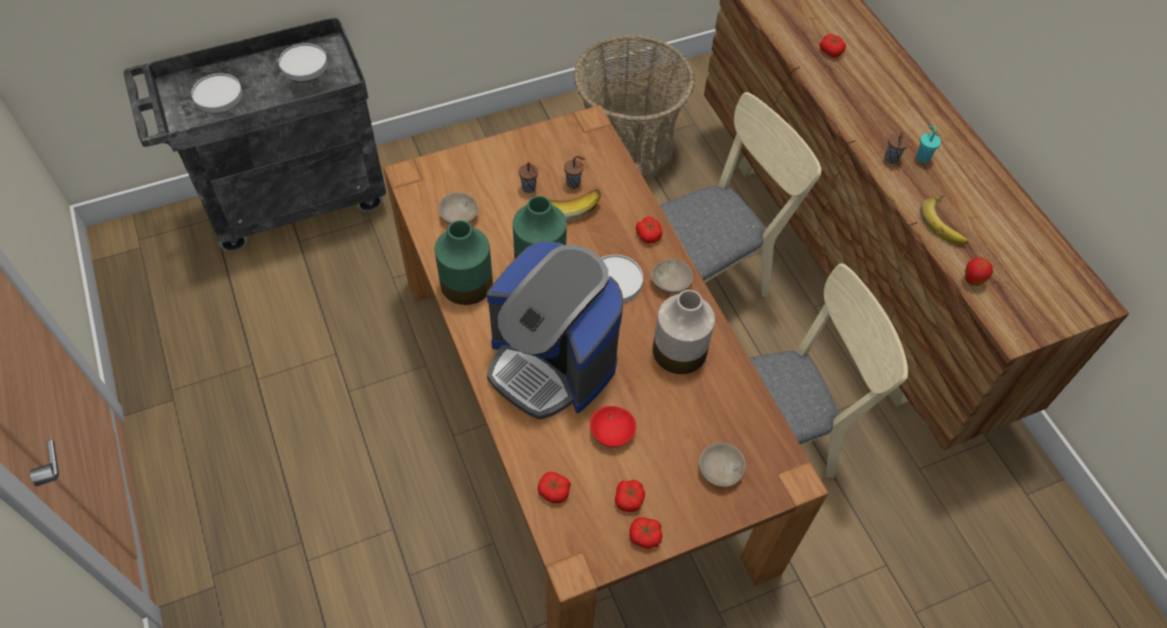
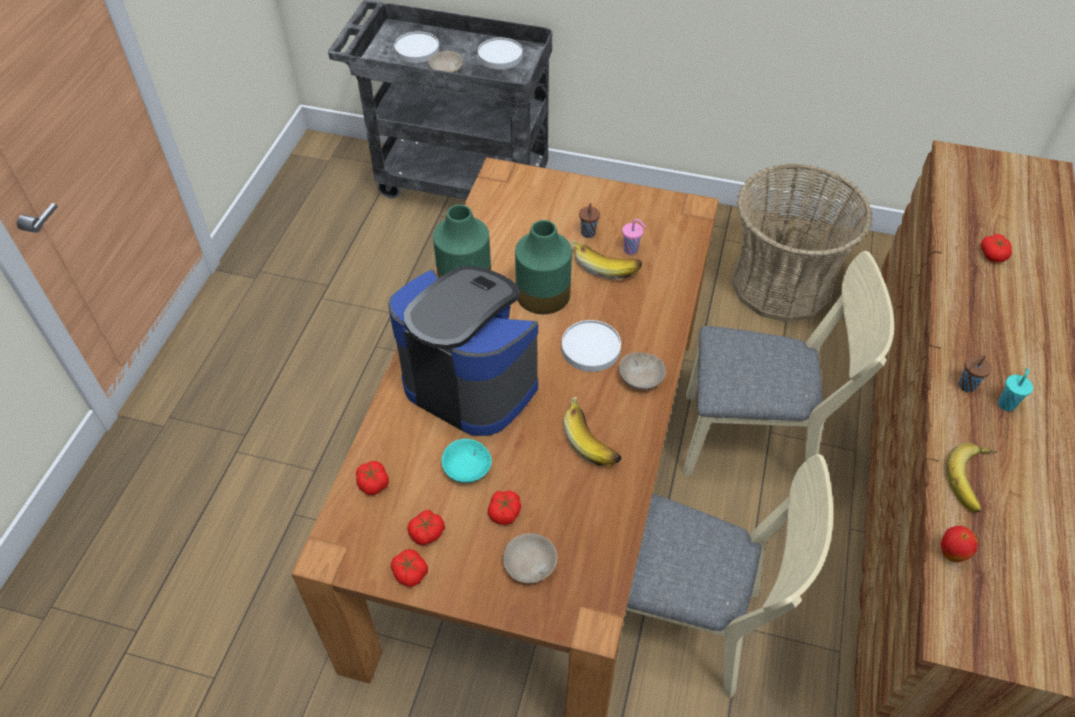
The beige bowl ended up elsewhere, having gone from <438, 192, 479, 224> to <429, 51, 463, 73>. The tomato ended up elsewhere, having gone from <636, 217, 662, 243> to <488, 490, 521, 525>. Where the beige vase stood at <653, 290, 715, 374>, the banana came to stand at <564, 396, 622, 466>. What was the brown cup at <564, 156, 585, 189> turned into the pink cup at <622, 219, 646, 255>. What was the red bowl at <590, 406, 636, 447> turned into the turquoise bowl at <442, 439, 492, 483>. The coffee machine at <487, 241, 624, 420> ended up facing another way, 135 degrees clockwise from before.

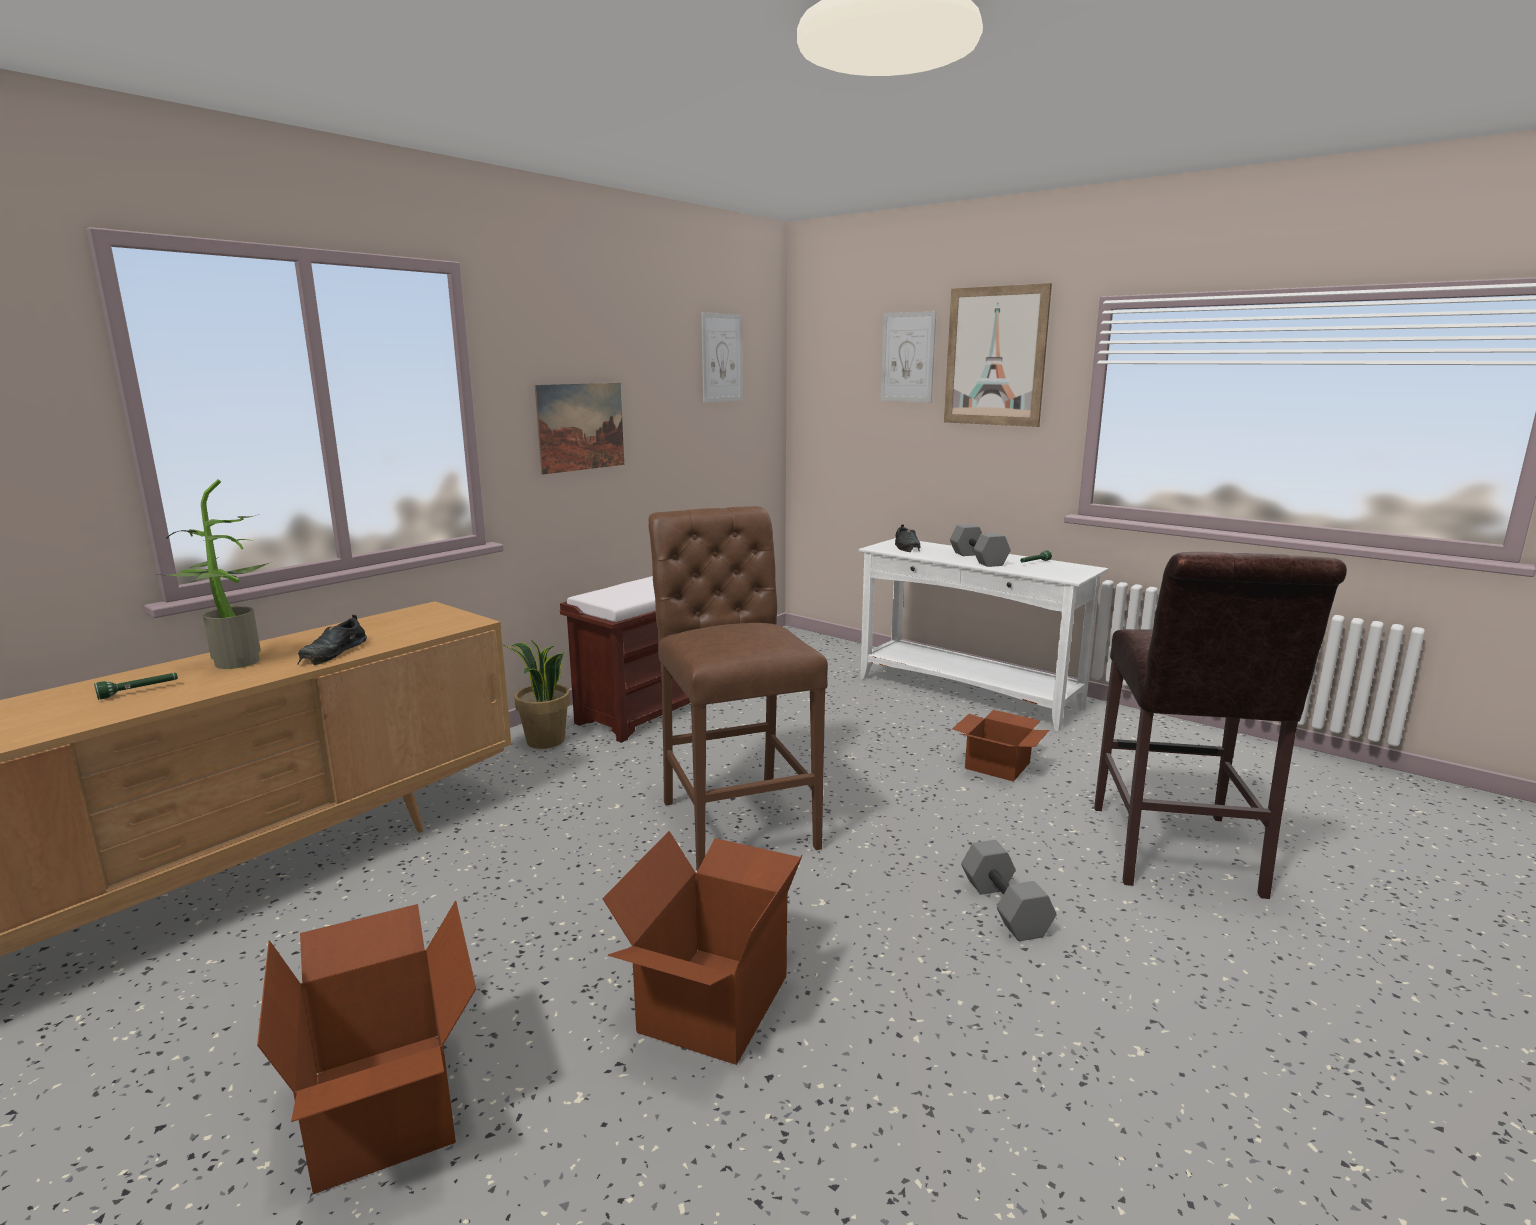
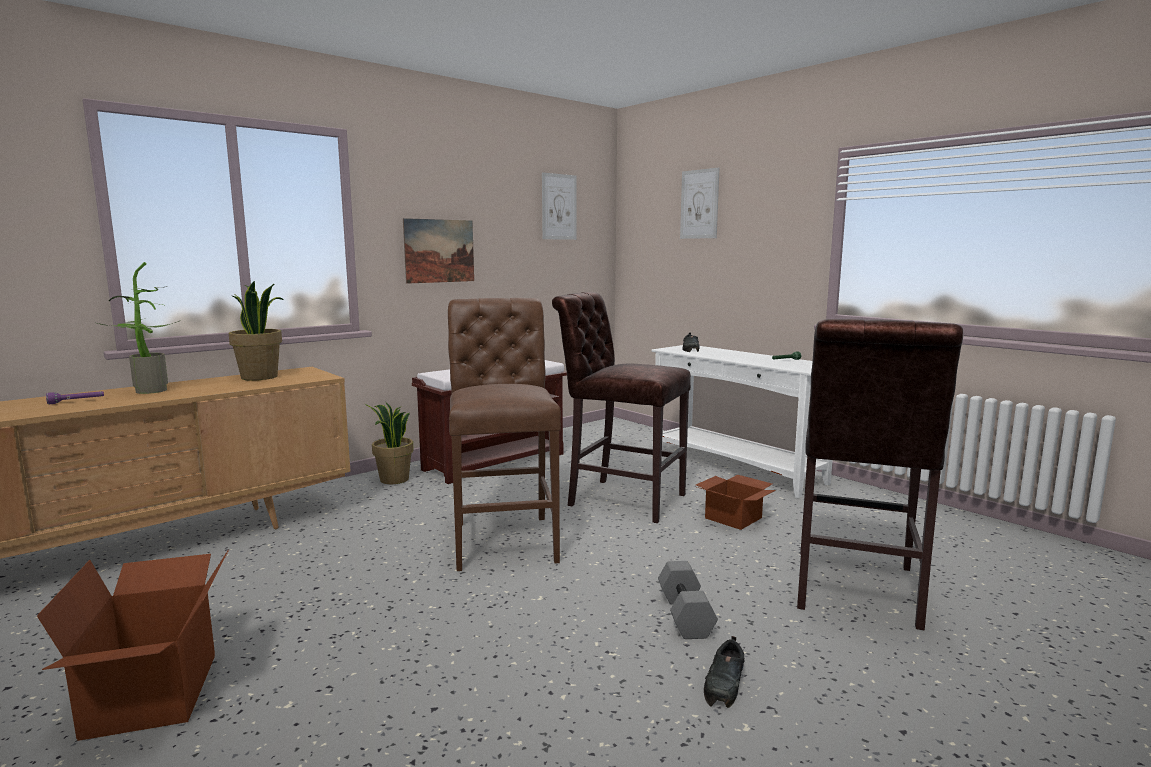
The second view lost the cardboard box at <602, 831, 802, 1065>. The second view lost the picture at <944, 283, 1052, 427>. The second view lost the grey dumbbell at <950, 524, 1011, 567>. The second view gained the potted plant at <229, 281, 283, 381>. The second view gained the brown stool at <552, 292, 691, 523>. The black shoe ended up elsewhere, having gone from <298, 614, 367, 665> to <704, 636, 745, 708>. What was the green flashlight at <94, 673, 178, 700> turned into the purple flashlight at <46, 391, 104, 404>.

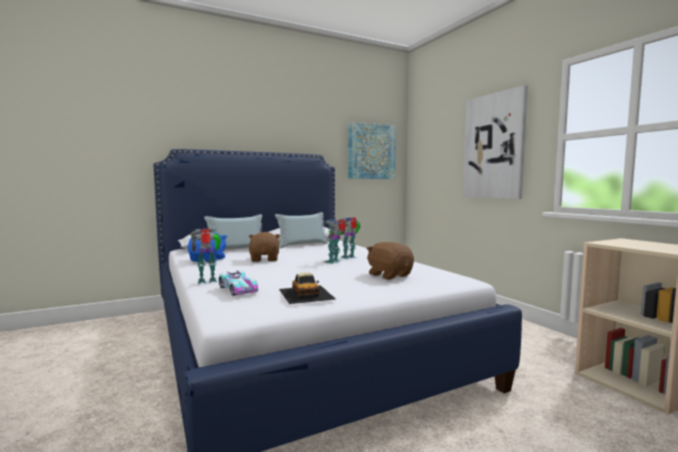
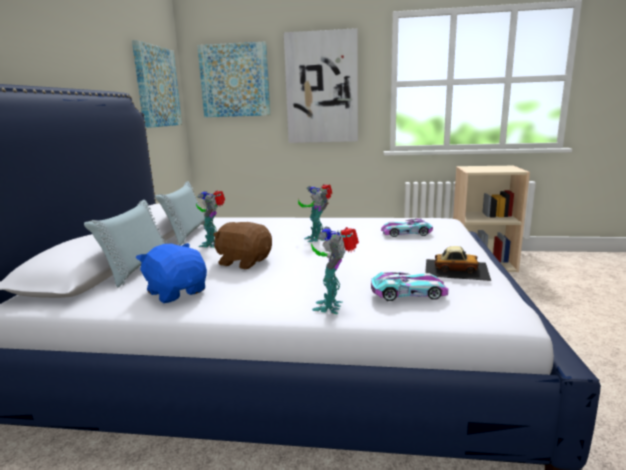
The second view gained the picture at <197, 42, 270, 117>. The toy robot ended up elsewhere, having gone from <341, 217, 361, 259> to <196, 190, 225, 248>. Where the brown plush toy stood at <366, 242, 414, 280>, the toy car came to stand at <381, 219, 433, 237>.

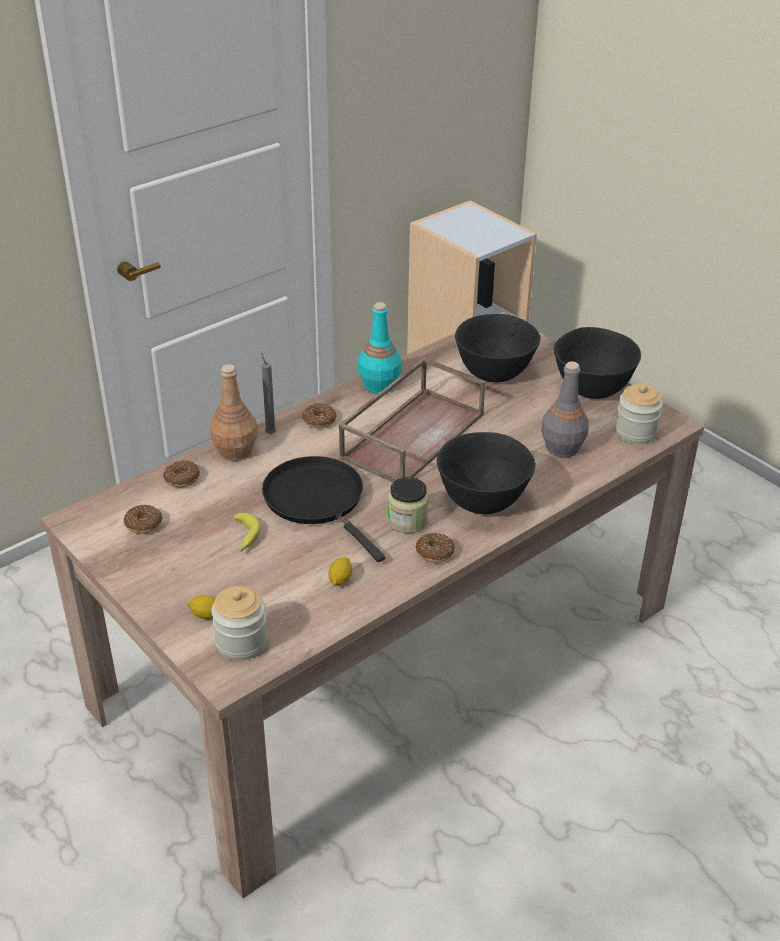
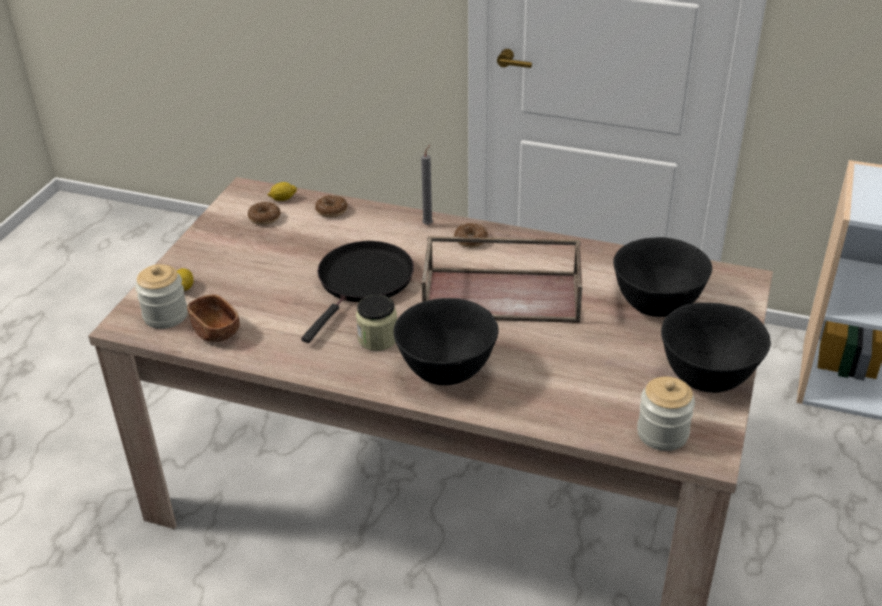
The second view lost the brown bottle at <210, 364, 258, 461>. The second view lost the banana at <233, 513, 261, 552>. The second view lost the turquoise bottle at <358, 302, 402, 394>. The second view lost the donut at <416, 532, 455, 563>. The second view lost the grey bottle at <541, 361, 589, 458>. The second view gained the brown bowl at <187, 294, 240, 342>. The lemon ended up elsewhere, having gone from <328, 557, 352, 586> to <268, 182, 297, 201>.

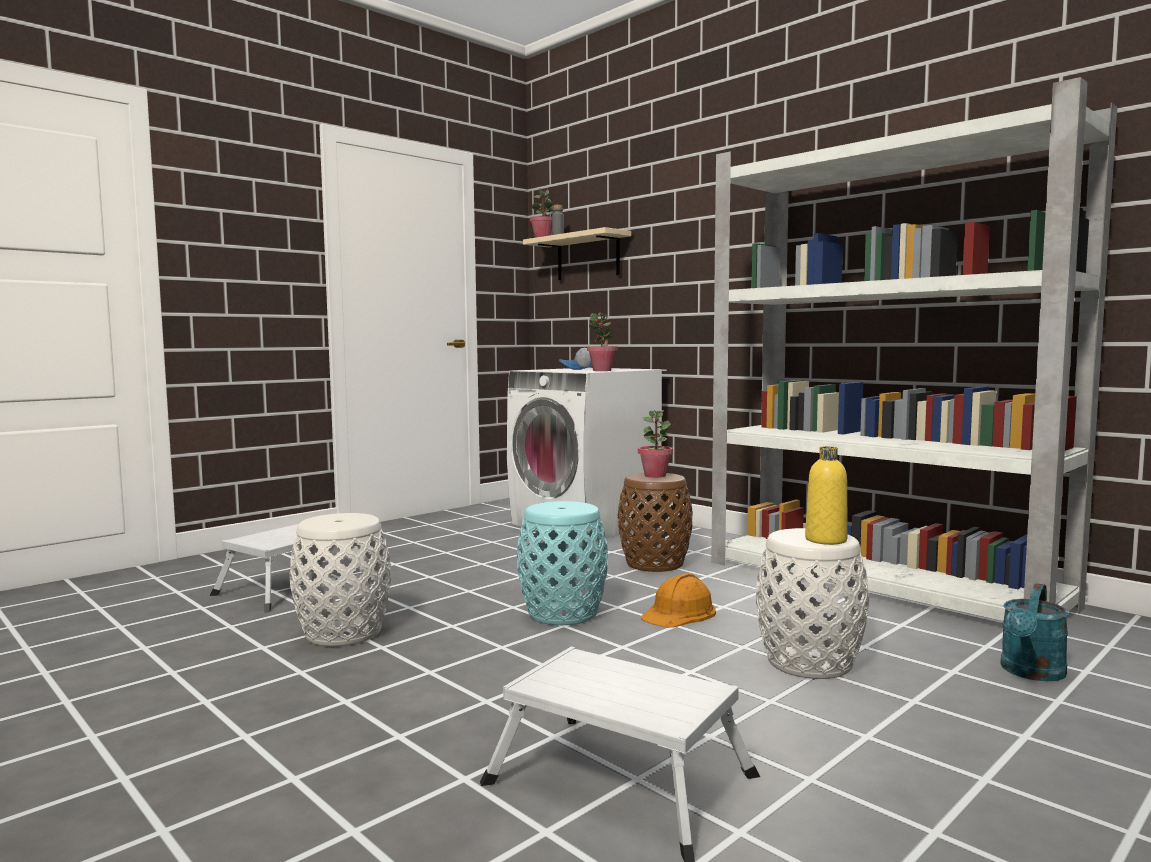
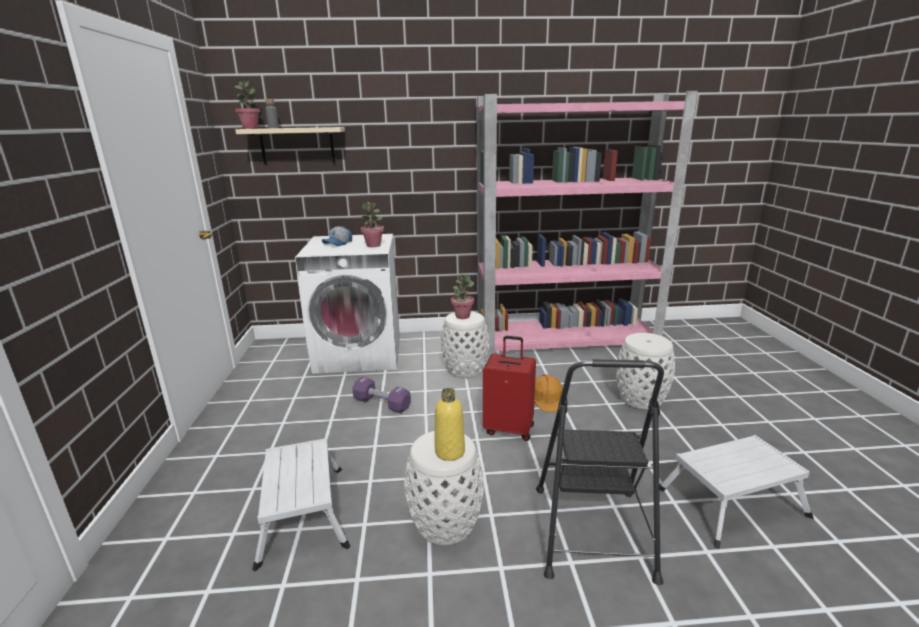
The second view lost the turquoise watering can at <1000, 583, 1069, 681>. The second view gained the purple dumbbell at <353, 376, 411, 413>. The second view gained the black step ladder at <536, 359, 664, 585>. The yellow bottle ended up elsewhere, having gone from <805, 446, 848, 545> to <435, 388, 465, 461>. Where the turquoise stool stood at <517, 501, 608, 625>, the red suitcase came to stand at <483, 336, 536, 441>. What was the brown stool at <618, 473, 693, 572> turned into the white stool at <441, 311, 489, 378>. What was the white bookcase at <711, 77, 1117, 621> turned into the pink bookcase at <477, 91, 698, 356>.

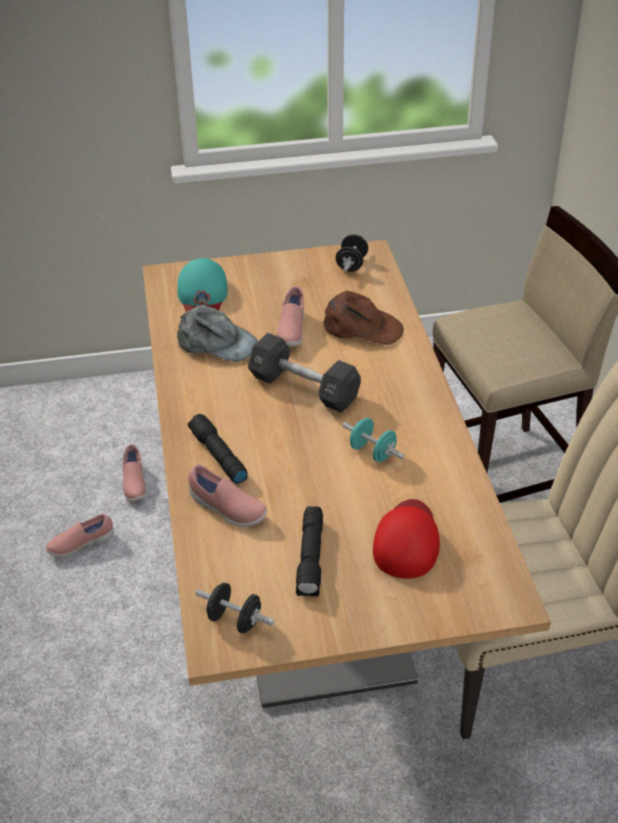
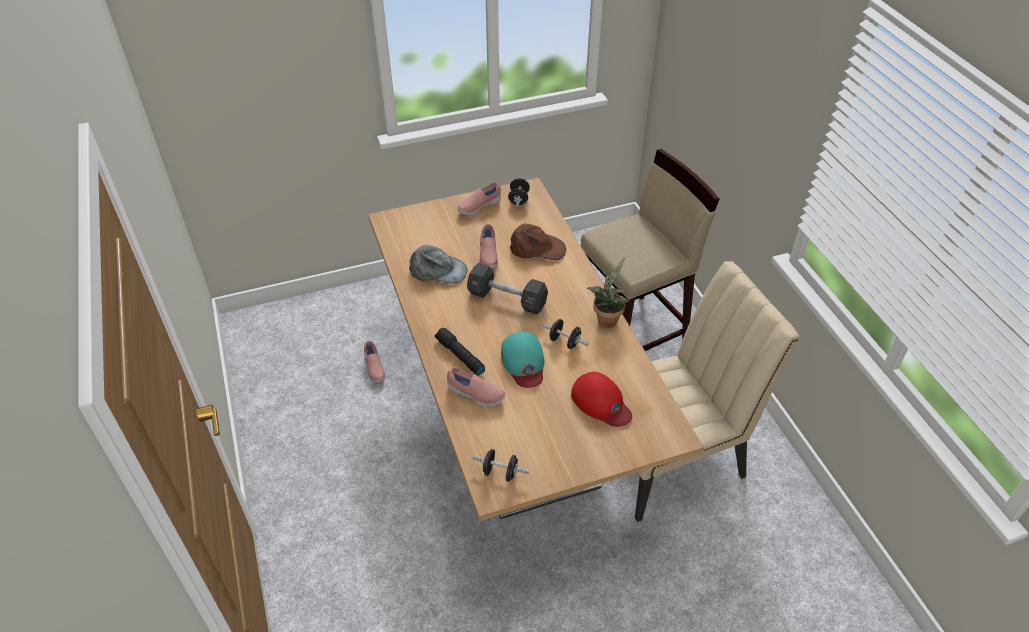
The second view lost the black flashlight at <296, 506, 323, 597>. The second view gained the potted plant at <587, 257, 629, 328>. The pink shoe ended up elsewhere, having gone from <45, 514, 114, 558> to <457, 182, 501, 215>. The turquoise cap ended up elsewhere, having gone from <177, 258, 228, 312> to <501, 331, 544, 388>. What was the turquoise dumbbell at <342, 418, 404, 462> turned into the black dumbbell at <542, 319, 588, 349>. The red cap at <373, 499, 440, 579> ended up facing another way, 135 degrees clockwise from before.

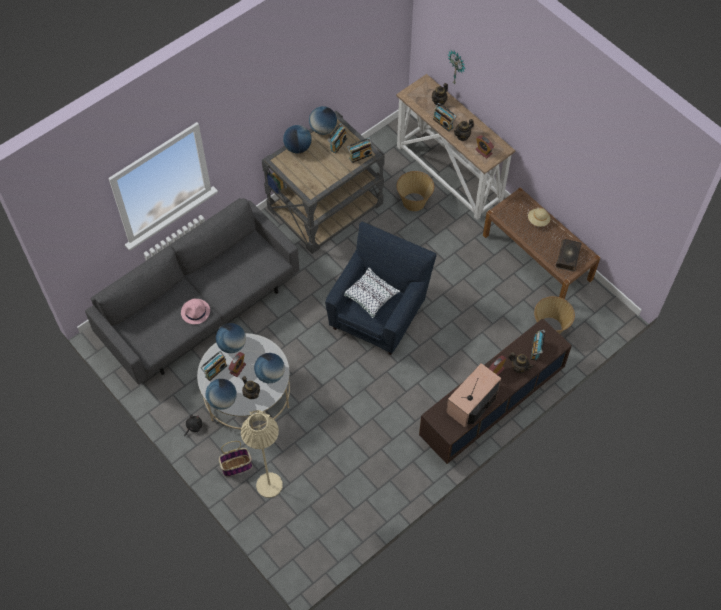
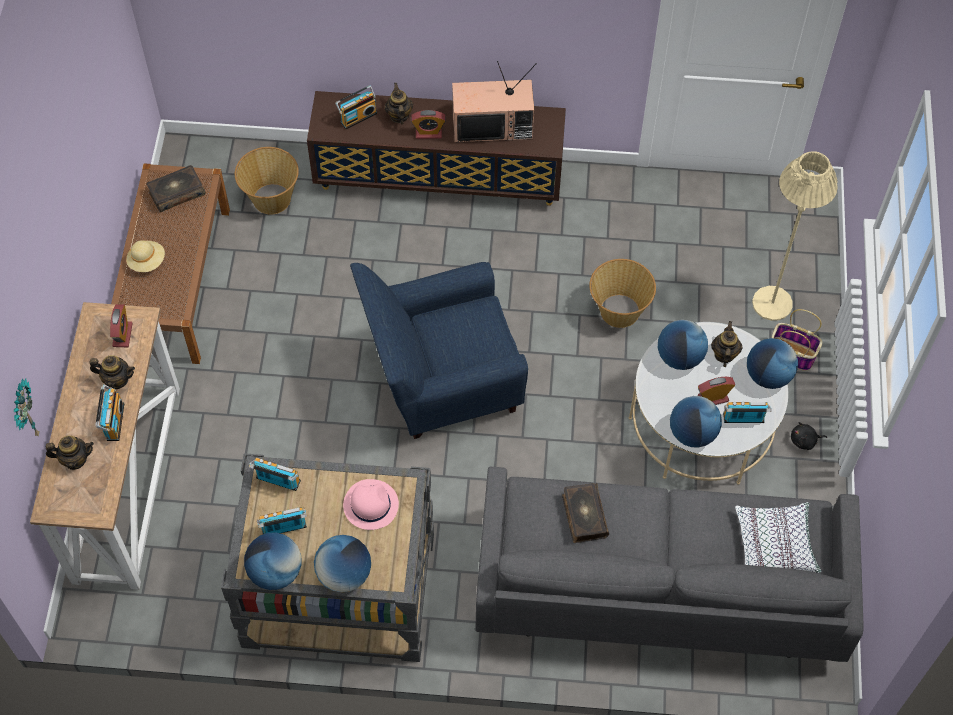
The second view gained the book at <562, 483, 609, 543>. The pink hat ended up elsewhere, having gone from <181, 299, 210, 324> to <343, 479, 399, 530>. The white pillow ended up elsewhere, having gone from <344, 268, 400, 318> to <735, 502, 821, 573>. The basket ended up elsewhere, having gone from <396, 171, 434, 211> to <589, 259, 656, 328>.

